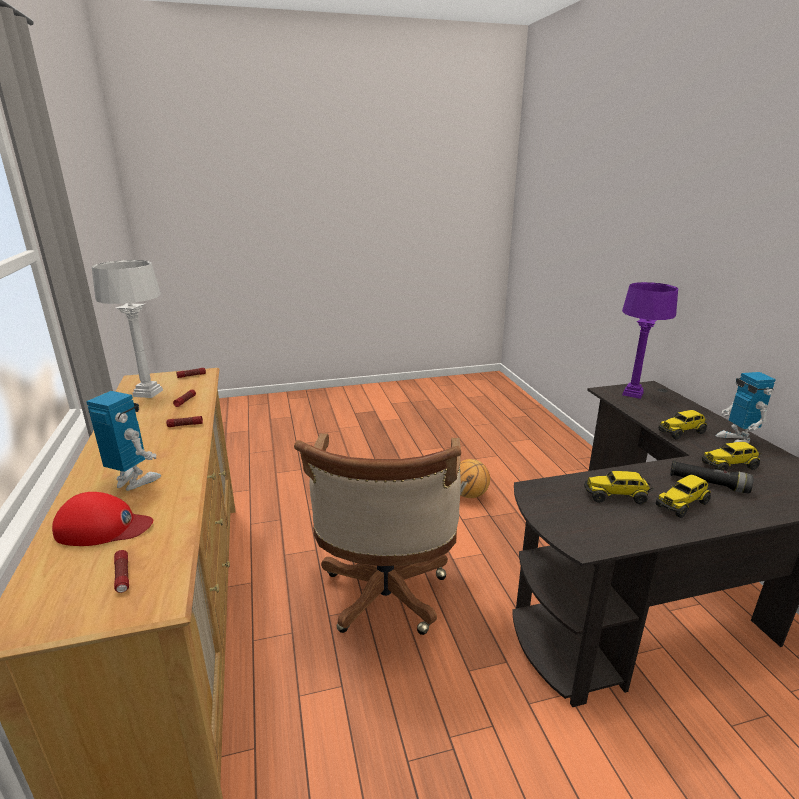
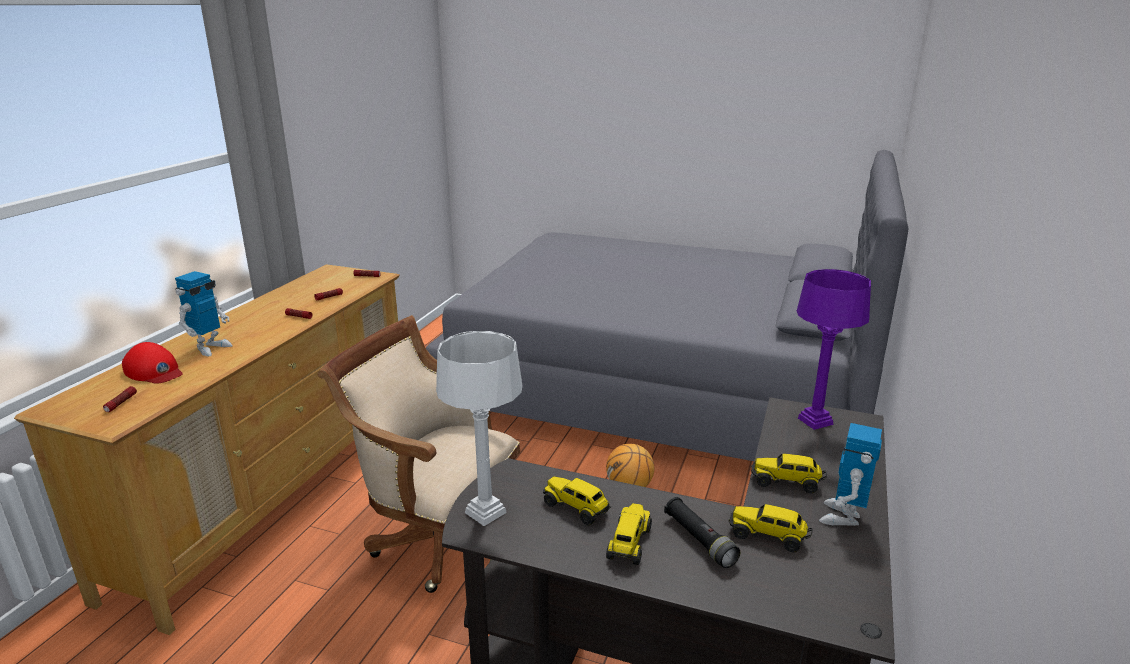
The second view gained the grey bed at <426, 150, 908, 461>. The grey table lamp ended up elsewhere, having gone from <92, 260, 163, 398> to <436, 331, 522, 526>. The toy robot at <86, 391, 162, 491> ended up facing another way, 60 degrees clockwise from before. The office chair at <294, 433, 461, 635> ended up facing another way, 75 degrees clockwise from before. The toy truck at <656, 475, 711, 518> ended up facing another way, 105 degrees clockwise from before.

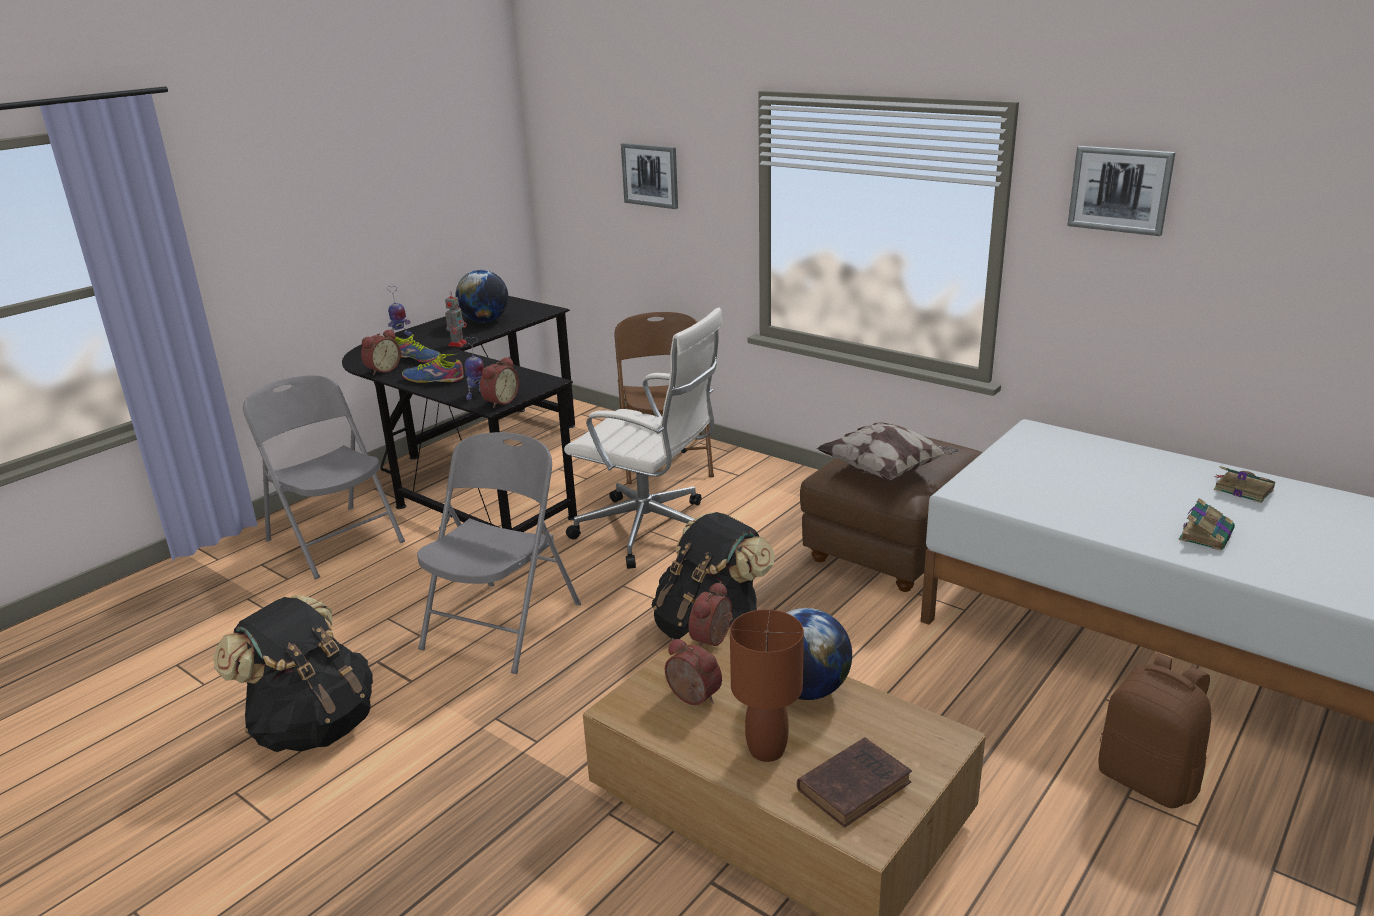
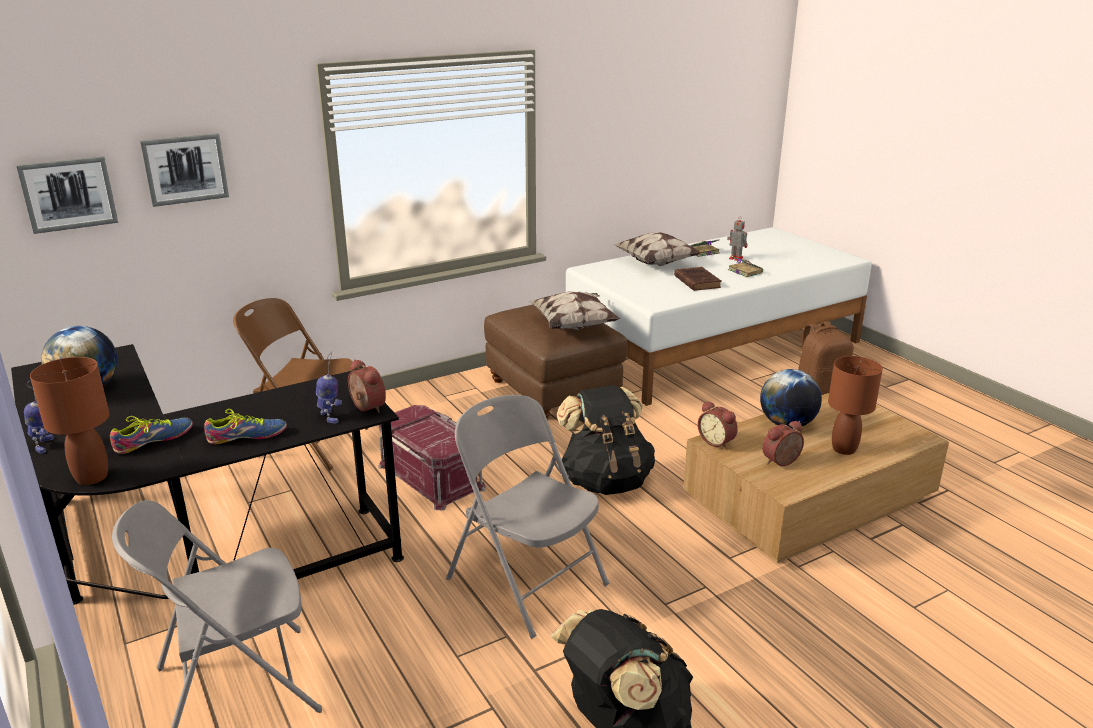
The second view lost the alarm clock at <361, 329, 401, 375>. The second view gained the brown table lamp at <30, 357, 109, 485>. The second view gained the pillow at <613, 232, 702, 266>. The toy robot ended up elsewhere, having gone from <445, 291, 467, 347> to <727, 216, 747, 261>. The brown book ended up elsewhere, having gone from <797, 737, 912, 828> to <674, 267, 722, 291>. The picture ended up elsewhere, having gone from <1067, 146, 1175, 236> to <16, 156, 118, 234>. Where the white office chair stood at <564, 307, 723, 569>, the red storage box came to stand at <378, 405, 486, 510>. The shoe at <402, 354, 464, 383> ended up facing another way, 135 degrees counterclockwise from before.

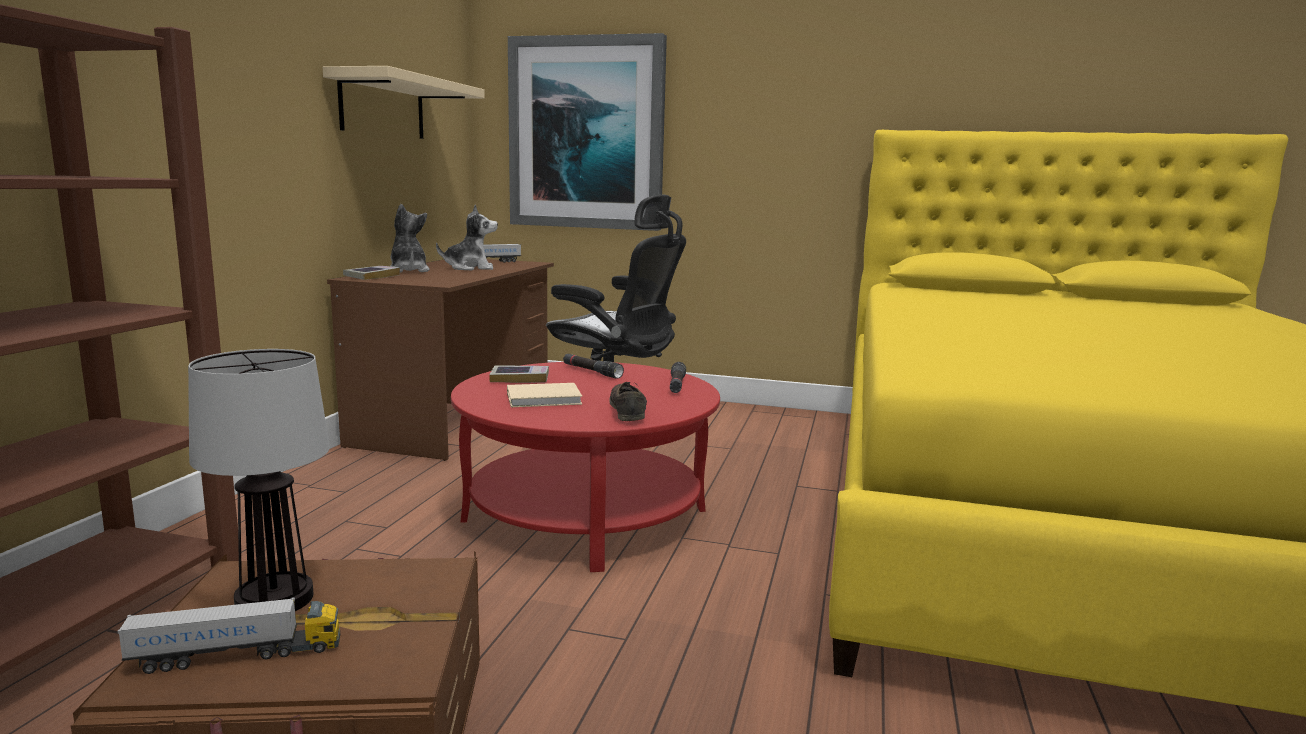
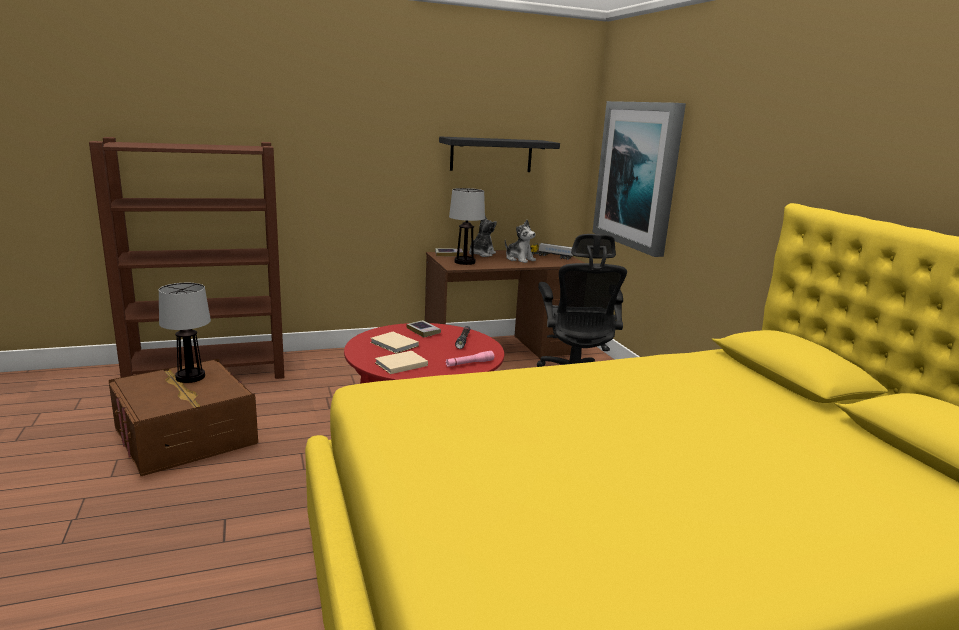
The second view lost the toy truck at <117, 597, 340, 674>. The second view gained the table lamp at <449, 188, 485, 265>. Where the brown shoe stood at <610, 382, 647, 421>, the beige book came to stand at <375, 351, 428, 374>. What was the beige shelf at <323, 66, 485, 139> turned into the black shelf at <439, 136, 560, 172>. What was the black flashlight at <670, 362, 686, 393> turned into the pink flashlight at <445, 351, 494, 367>.

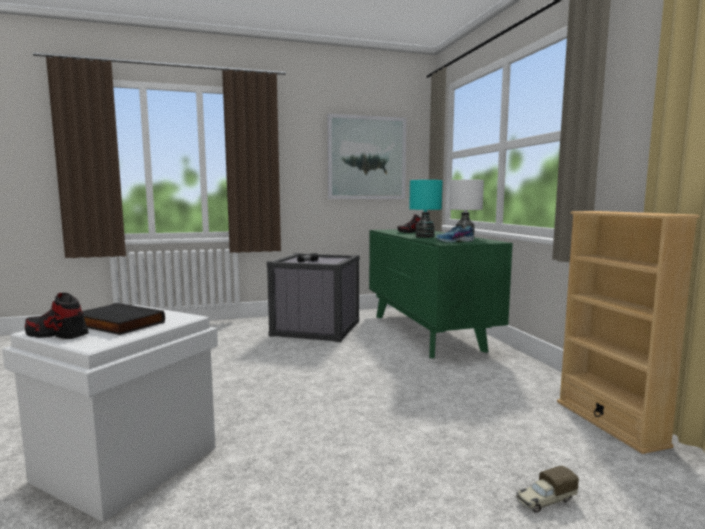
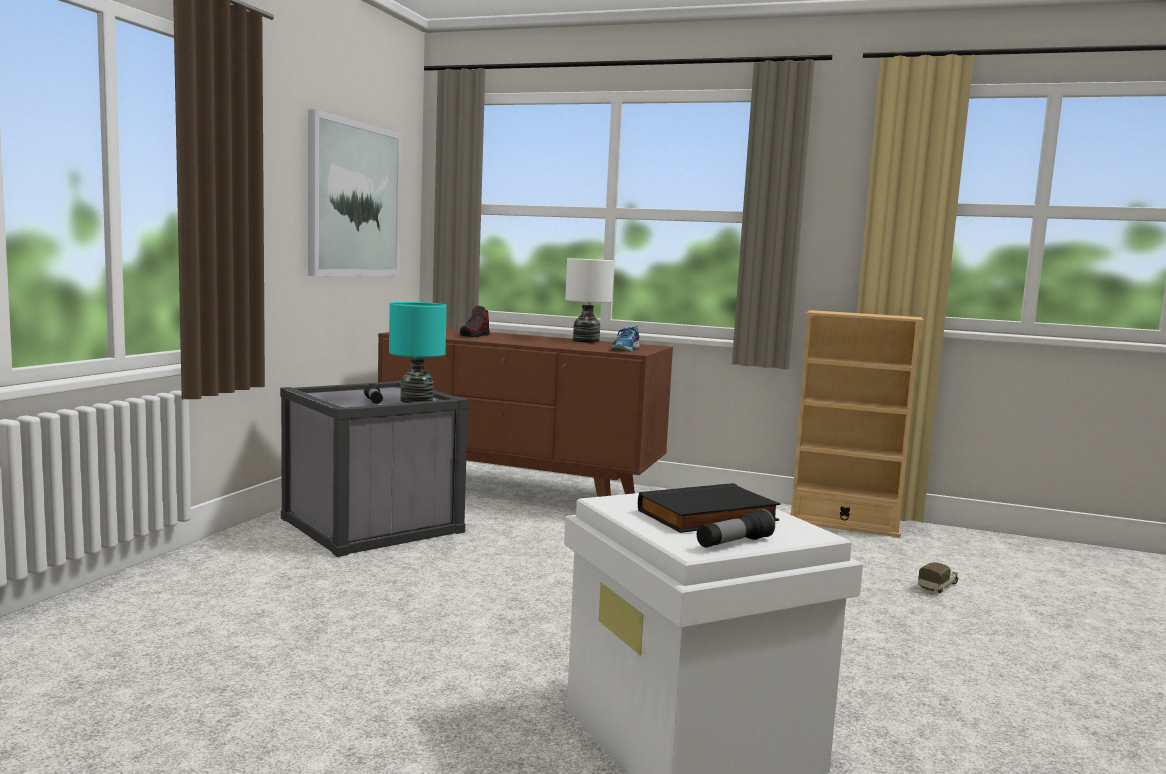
The turquoise table lamp ended up elsewhere, having gone from <409, 180, 442, 238> to <389, 302, 447, 403>. Where the shoe stood at <25, 293, 89, 339>, the flashlight came to stand at <697, 509, 775, 548>. What was the green dresser at <369, 229, 513, 358> turned into the brown dresser at <378, 329, 673, 497>. The toy truck at <516, 466, 579, 513> ended up facing another way, 150 degrees counterclockwise from before.

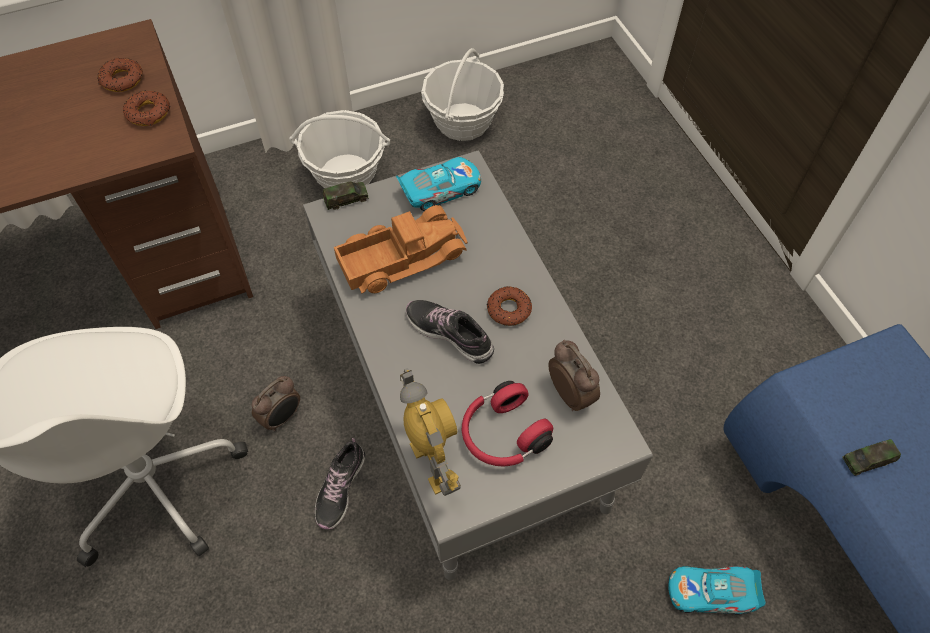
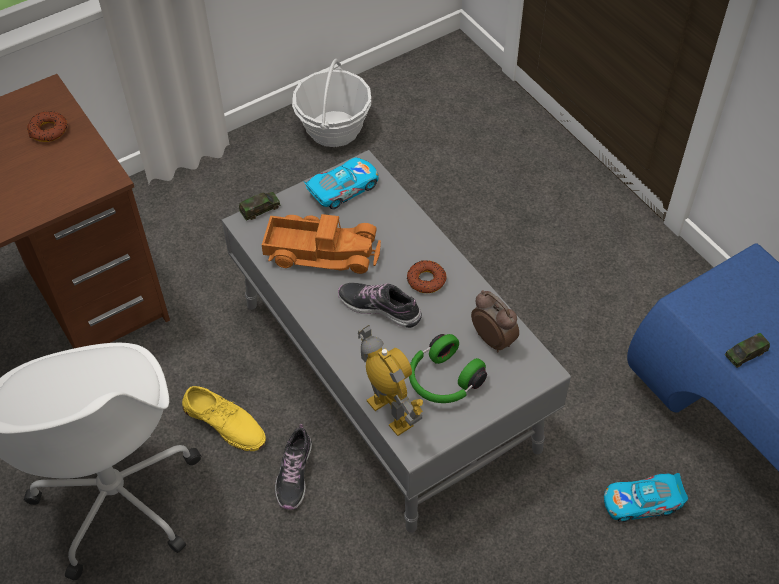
The second view lost the donut at <123, 91, 170, 126>. The second view lost the basket at <289, 110, 390, 188>. Where the alarm clock stood at <252, 376, 300, 431>, the yellow shoe came to stand at <182, 386, 266, 451>. What was the red headphones at <462, 381, 553, 467> turned into the green headphones at <409, 334, 487, 403>. The toy truck at <334, 205, 468, 293> ended up facing another way, 45 degrees clockwise from before.

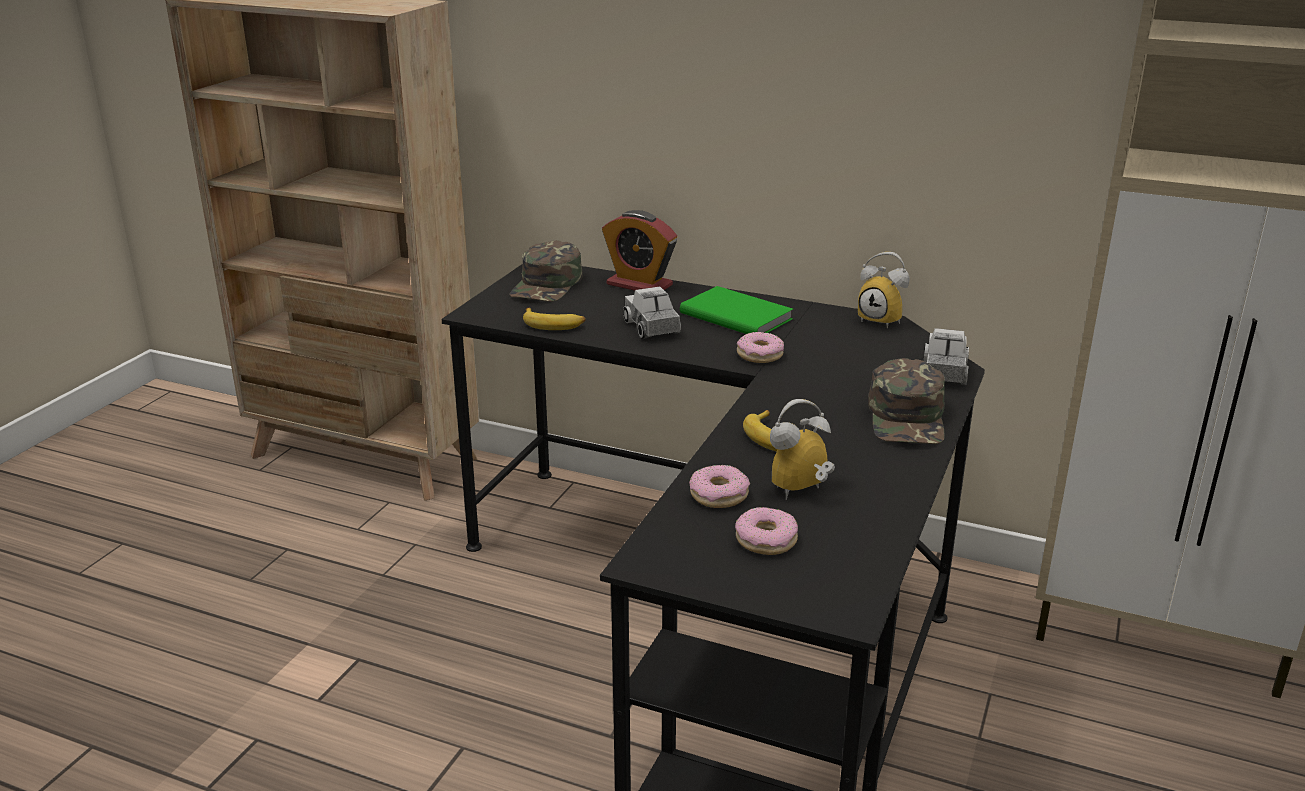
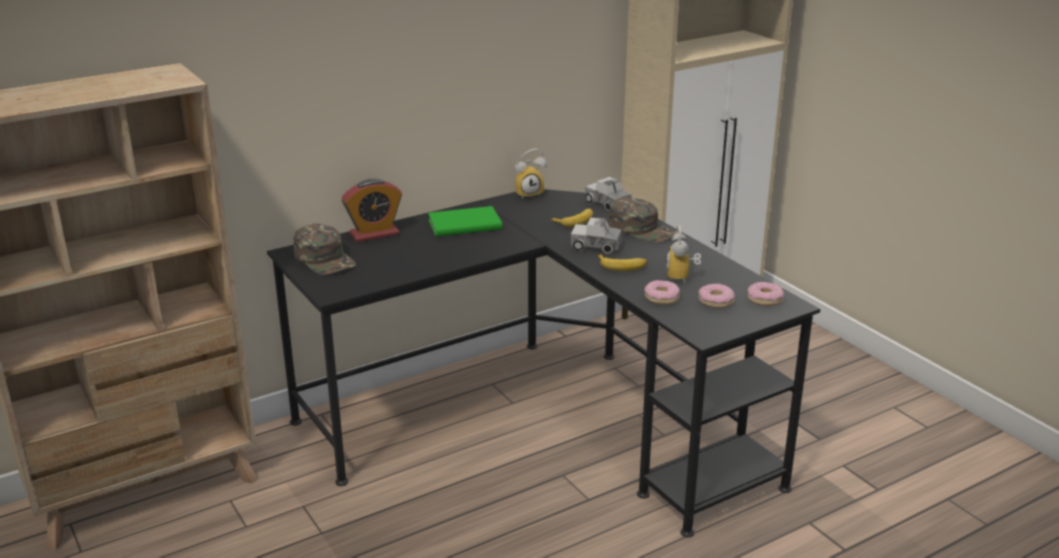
The banana ended up elsewhere, having gone from <523, 308, 586, 330> to <551, 208, 593, 227>. The toy truck ended up elsewhere, having gone from <623, 287, 681, 339> to <571, 217, 622, 254>. The donut ended up elsewhere, having gone from <737, 332, 784, 363> to <747, 282, 784, 306>.

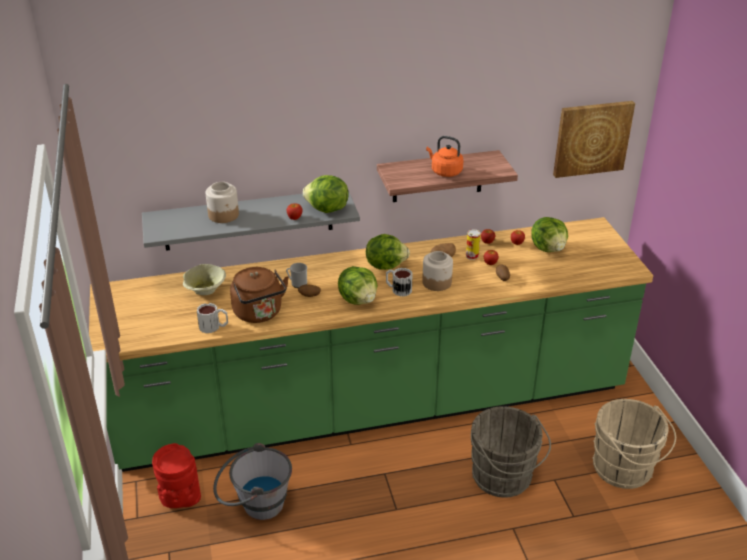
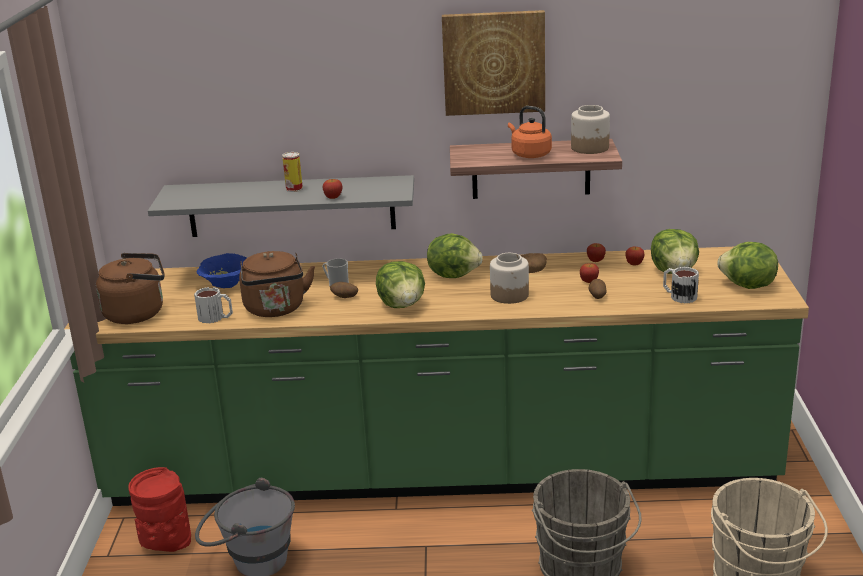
The second view gained the brown kettle at <96, 253, 164, 324>. The jar ended up elsewhere, having gone from <205, 182, 239, 223> to <571, 105, 610, 154>. The lettuce ended up elsewhere, having gone from <303, 175, 349, 213> to <717, 242, 778, 289>. The mug ended up elsewhere, having gone from <386, 268, 413, 297> to <663, 267, 699, 303>. The can ended up elsewhere, having gone from <466, 229, 481, 260> to <282, 152, 303, 192>. The picture ended up elsewhere, having gone from <553, 101, 635, 178> to <442, 10, 545, 116>. What was the beige bowl at <183, 264, 226, 295> turned into the blue bowl at <197, 253, 247, 288>.

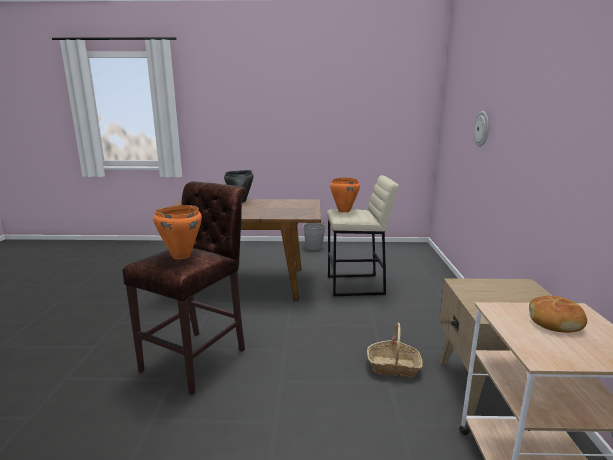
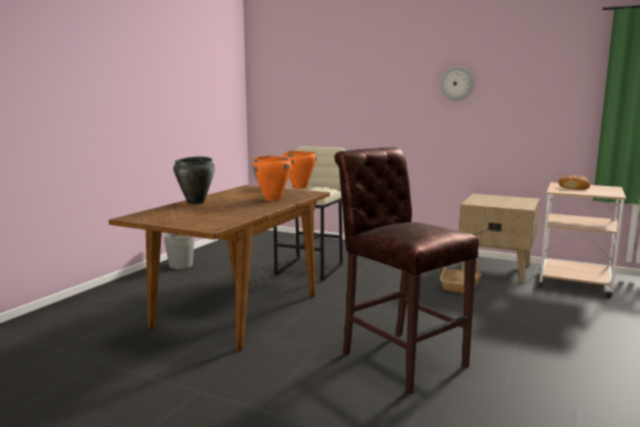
The orange cooking pot ended up elsewhere, having gone from <153, 205, 202, 259> to <252, 156, 292, 201>. The wall clock ended up elsewhere, having gone from <474, 111, 489, 147> to <440, 66, 474, 101>.

